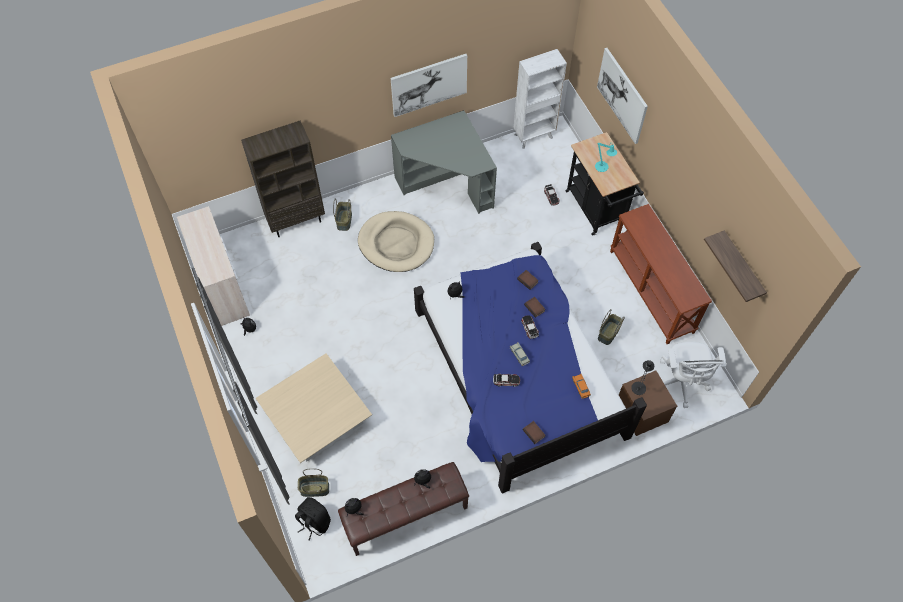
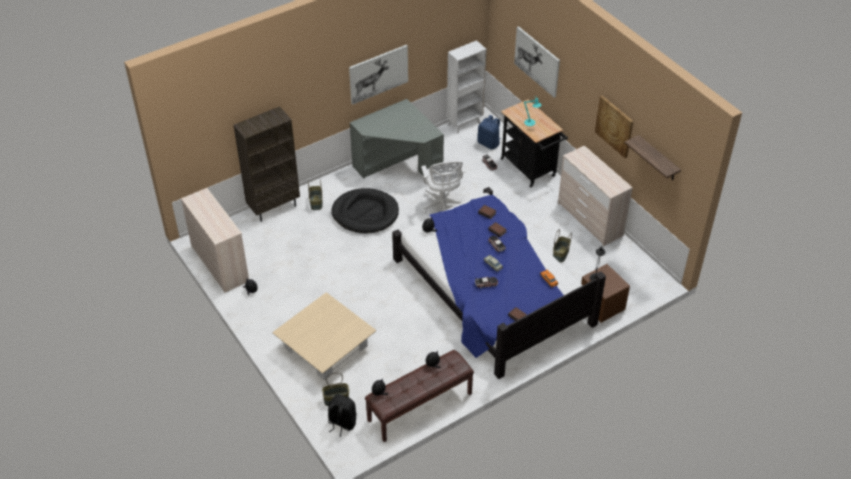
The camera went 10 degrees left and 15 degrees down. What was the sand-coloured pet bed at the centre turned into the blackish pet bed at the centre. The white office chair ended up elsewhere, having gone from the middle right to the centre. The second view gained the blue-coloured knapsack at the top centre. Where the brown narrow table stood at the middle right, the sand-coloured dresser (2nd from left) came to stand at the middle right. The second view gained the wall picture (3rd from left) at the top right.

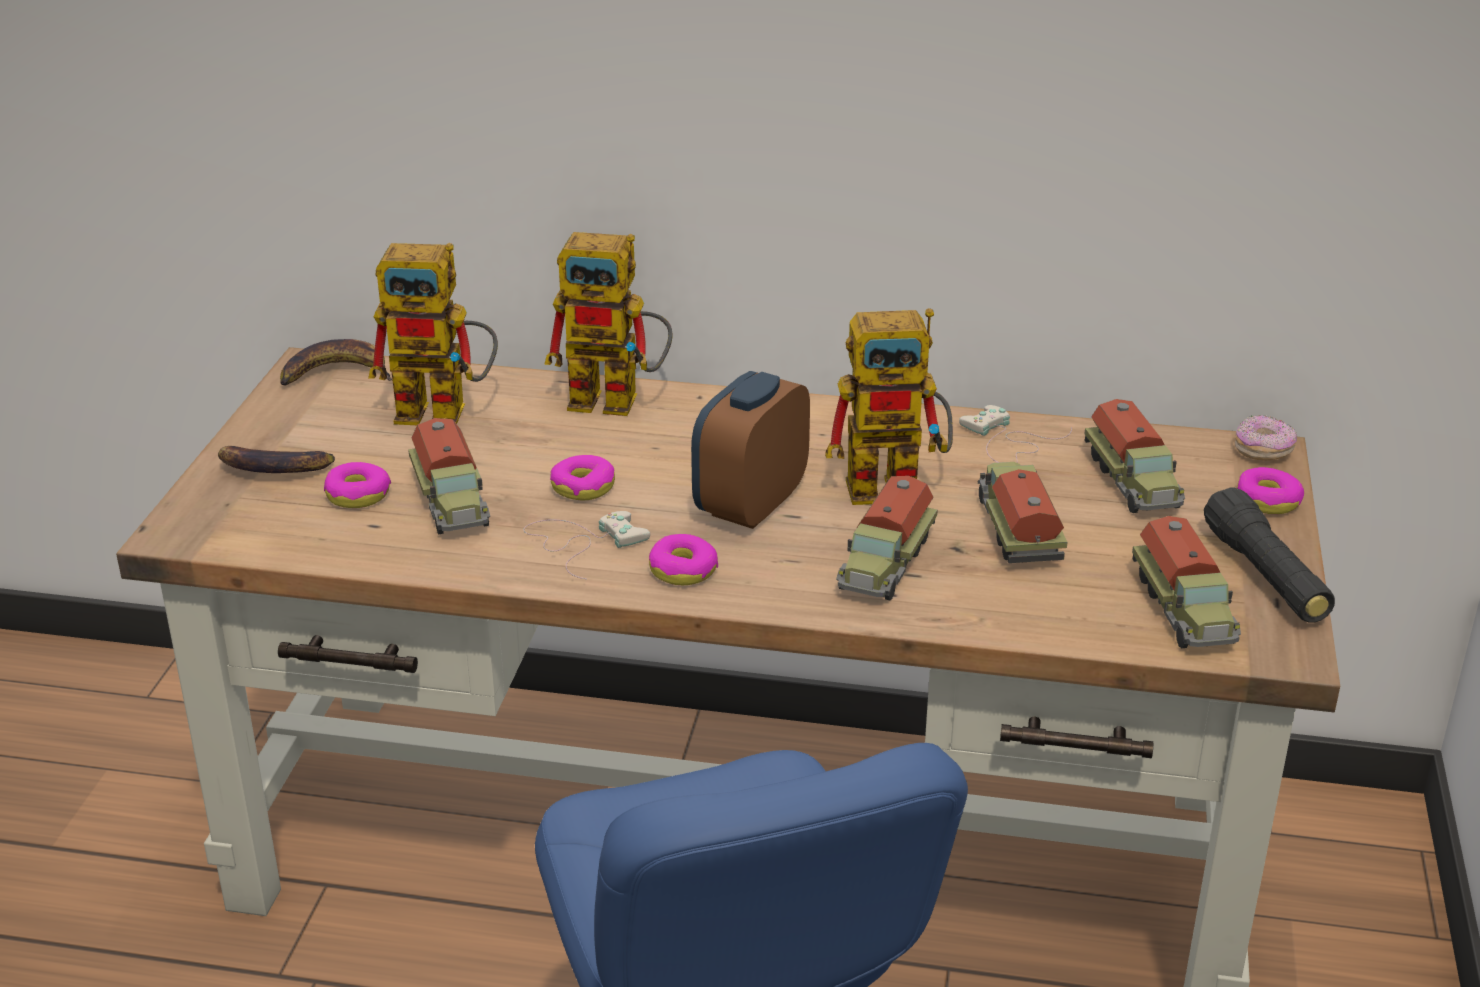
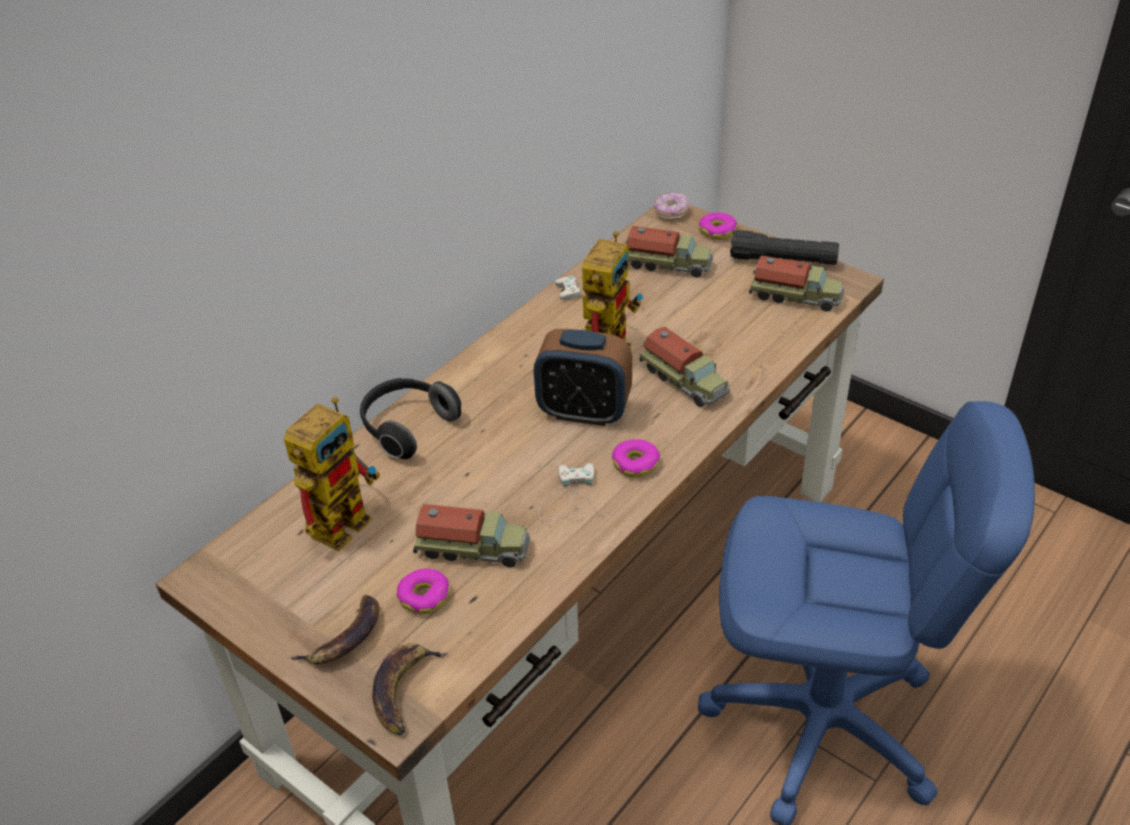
The camera went 60 degrees left and 10 degrees up. Where the toy robot (2nd from left) stood at the top centre, the headphones came to stand at the centre. The whole banana (2nd from left) ended up elsewhere, having gone from the middle left to the bottom centre. The alarm clock at the centre ended up facing another way, 45 degrees counterclockwise from before. The second view lost the ring doughnut (2nd from left) at the centre. The second view lost the toy lorry (3rd from left) at the middle right.

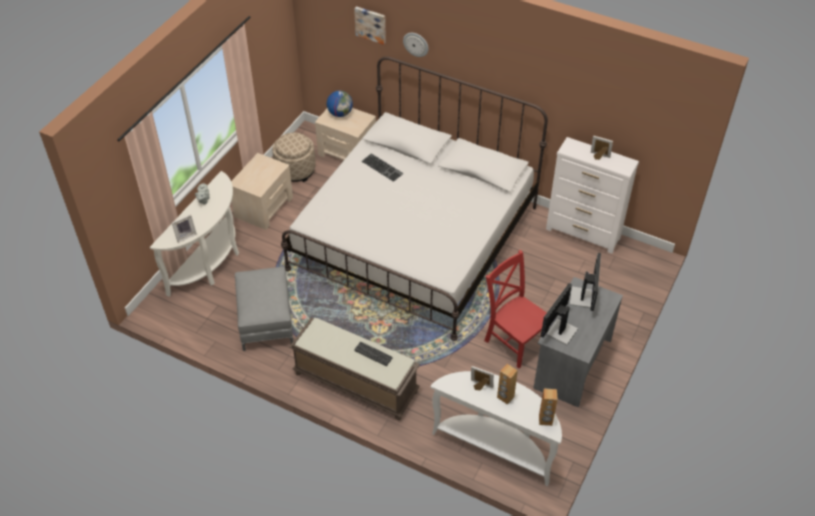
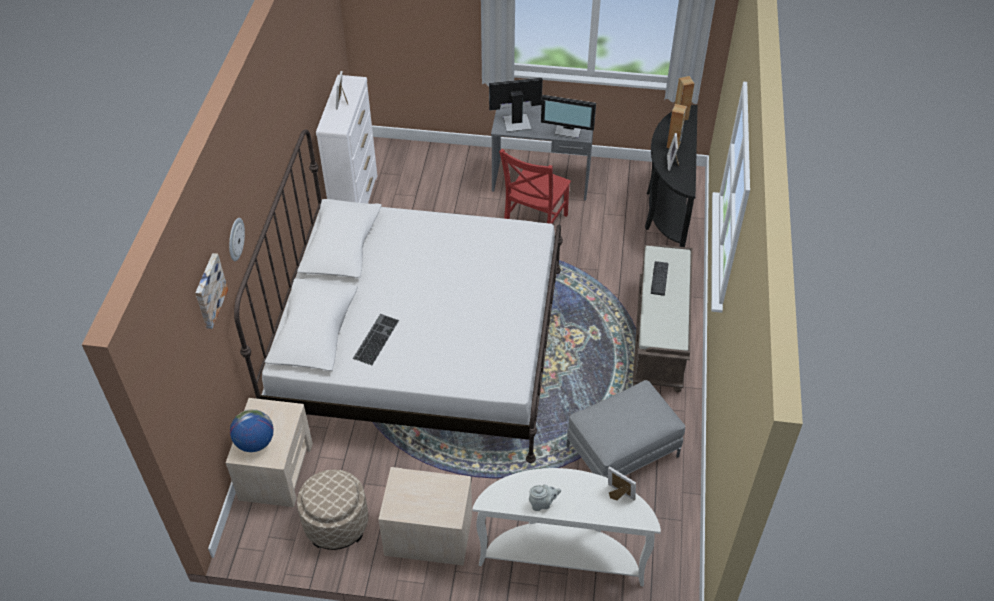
The camera went 110 degrees left and 0 degrees up. What was the white narrow table (2nd from left) at the bottom centre turned into the blackish narrow table at the top right.

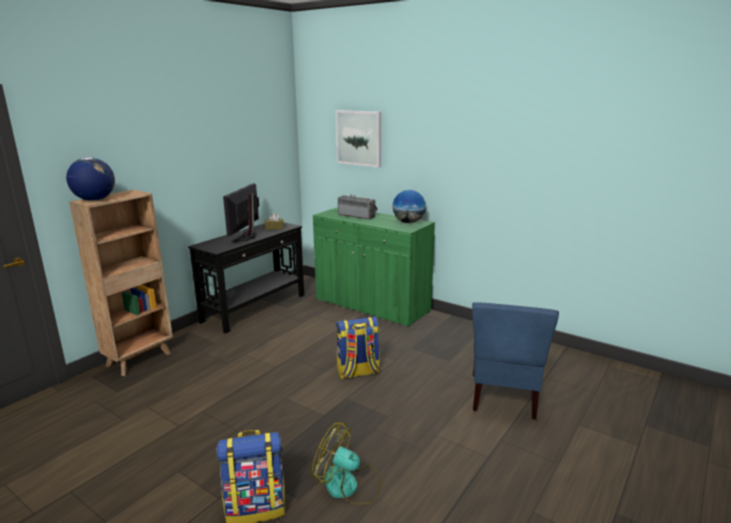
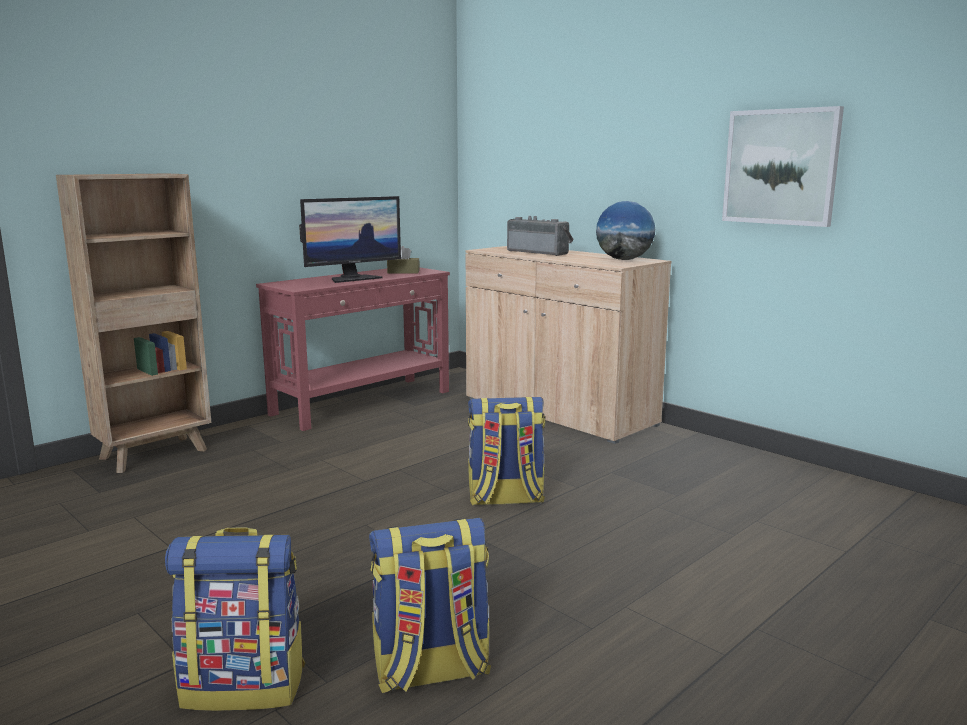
The camera went 10 degrees right and 5 degrees down. What was the blackish narrow table at the centre turned into the red-coloured narrow table at the centre. The monitor at the middle left ended up facing another way, 150 degrees counterclockwise from before. Where the cooling fan stood at the bottom centre, the knapsack (2nd from left) came to stand at the bottom centre. What was the green-coloured cabinet at the centre turned into the sand-coloured cabinet at the centre. The wall picture ended up elsewhere, having gone from the top centre to the top right. The second view lost the globe (1st from left) at the middle left. The second view lost the blue-coloured upright chair at the bottom right.

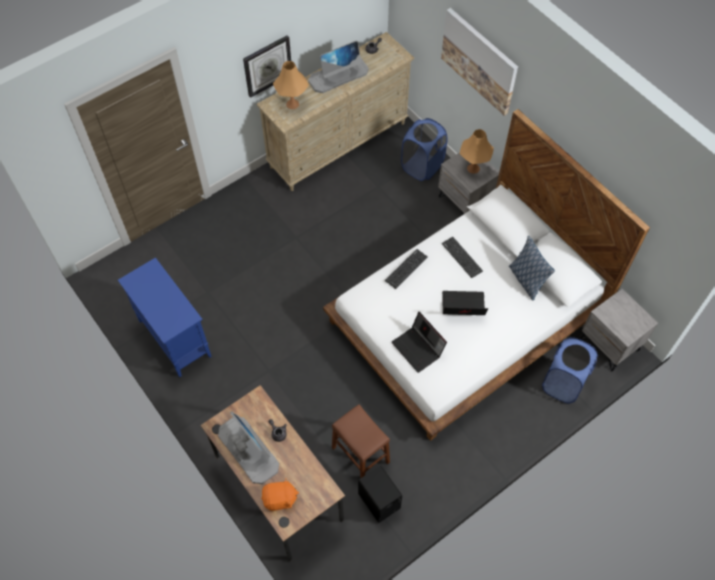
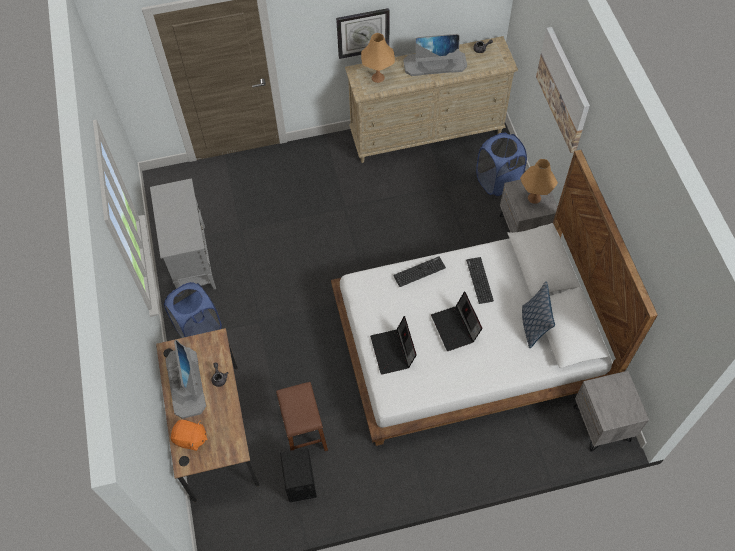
The camera went 25 degrees right and 0 degrees up. What was the blue-coloured cabinet at the middle left turned into the grey cabinet at the middle left. The blue-coloured laundry basket (2nd from left in the first image) ended up elsewhere, having gone from the middle right to the middle left. The notebook computer (2nd from left) at the centre ended up facing another way, 135 degrees counterclockwise from before.

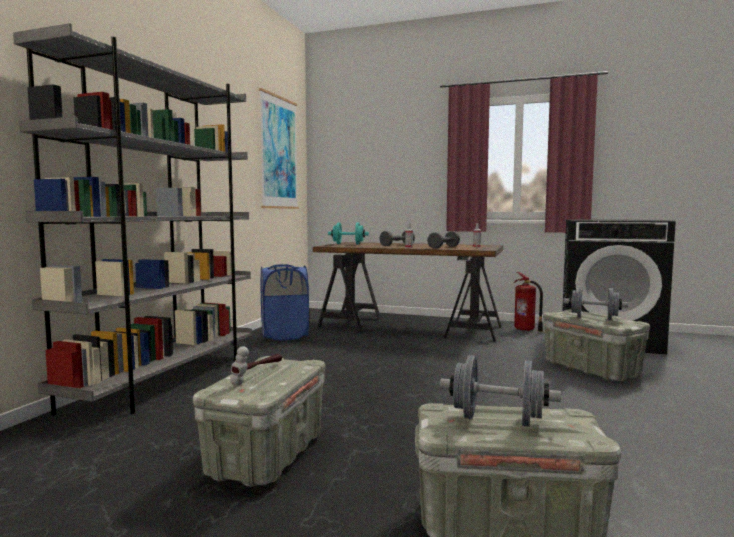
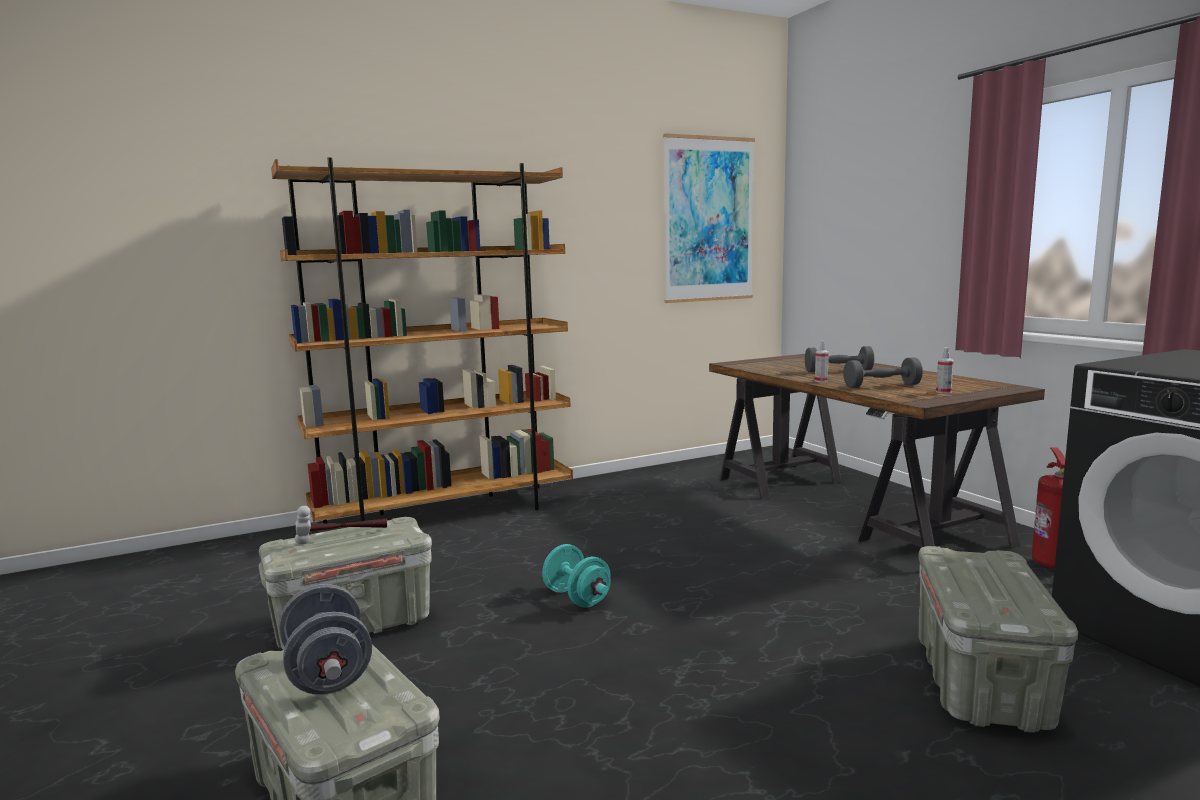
The camera went 45 degrees right and 5 degrees up. What was the grey shelving unit at the middle left turned into the brown shelving unit at the centre. The turquoise-coloured free weight ended up elsewhere, having gone from the centre to the bottom centre. The second view lost the blue-coloured laundry basket at the centre. The second view lost the grey free weight (4th from left) at the middle right.

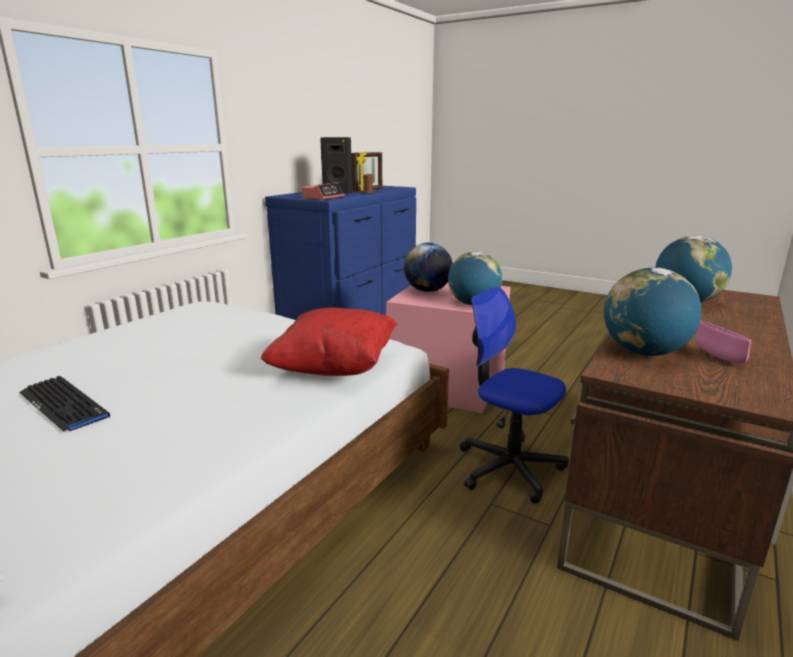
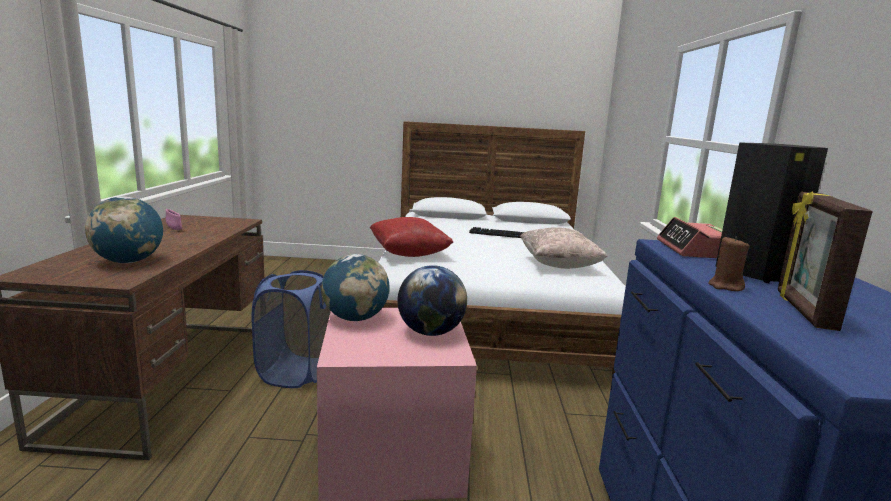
The camera went 150 degrees right and 5 degrees down. Where the office chair stood at the centre, the blue-coloured laundry basket came to stand at the middle left. The second view gained the sand-coloured cushion at the centre. The second view lost the globe (3rd from left) at the middle right.

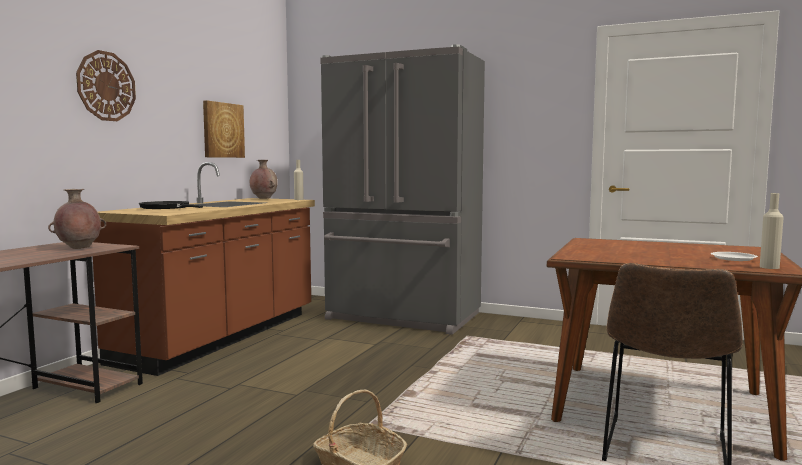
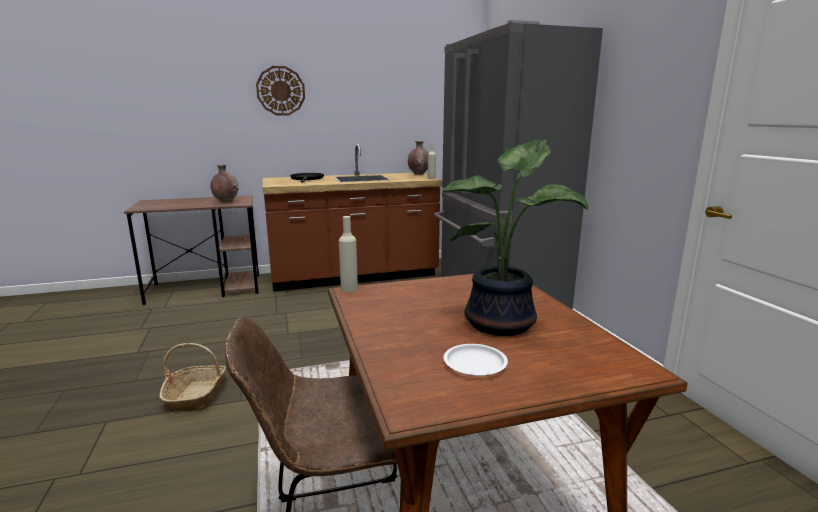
The camera went 50 degrees right and 10 degrees up. The sand-coloured drink bottle (2nd from left in the first image) ended up elsewhere, having gone from the middle right to the centre. The second view gained the plant in a pot at the centre. The second view lost the wall picture at the top left.

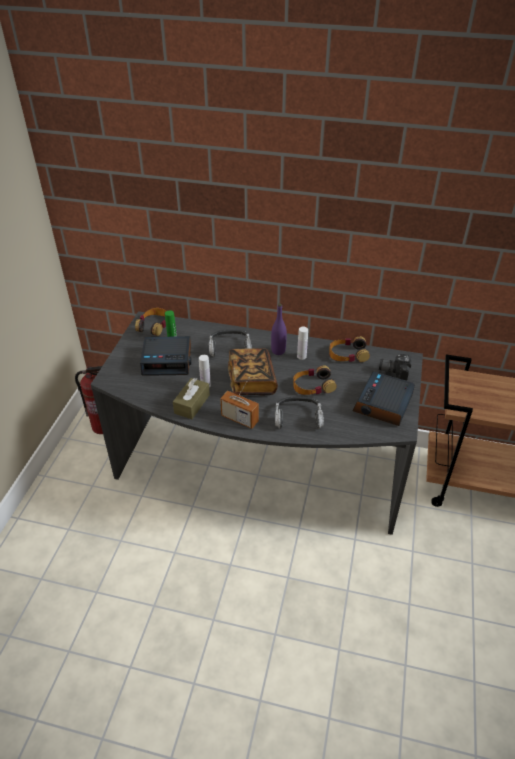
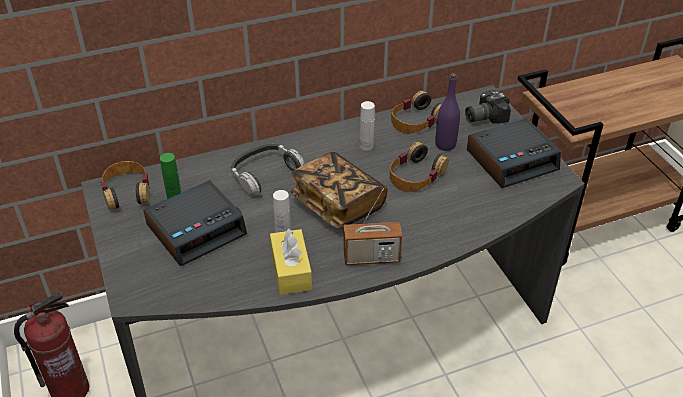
The camera went 35 degrees left and 0 degrees up. What was the brown tissue holder at the centre turned into the yellow tissue holder at the centre. The purple-coloured drink bottle ended up elsewhere, having gone from the centre to the top centre. The alarm clock (2nd from left) at the middle right ended up facing another way, 105 degrees counterclockwise from before. The second view lost the headphones (3rd from left) at the centre.

